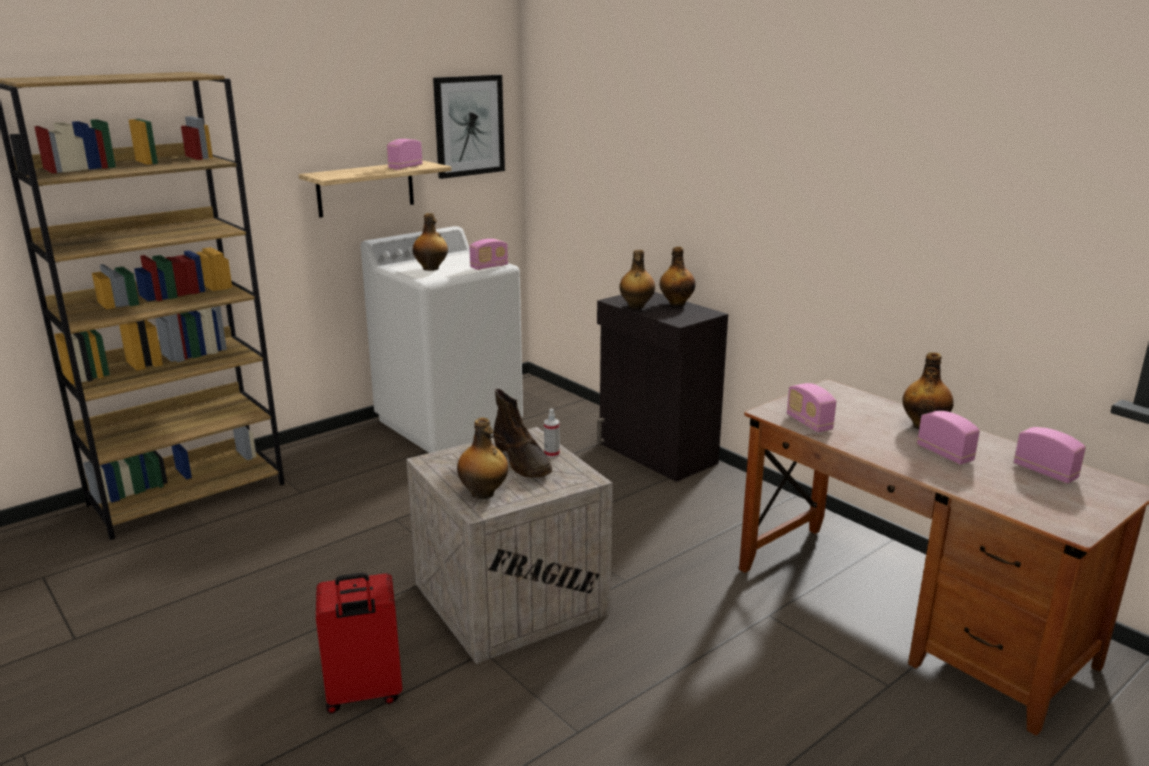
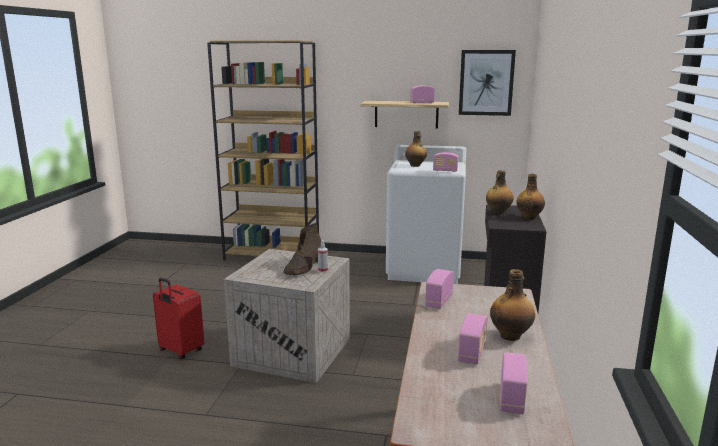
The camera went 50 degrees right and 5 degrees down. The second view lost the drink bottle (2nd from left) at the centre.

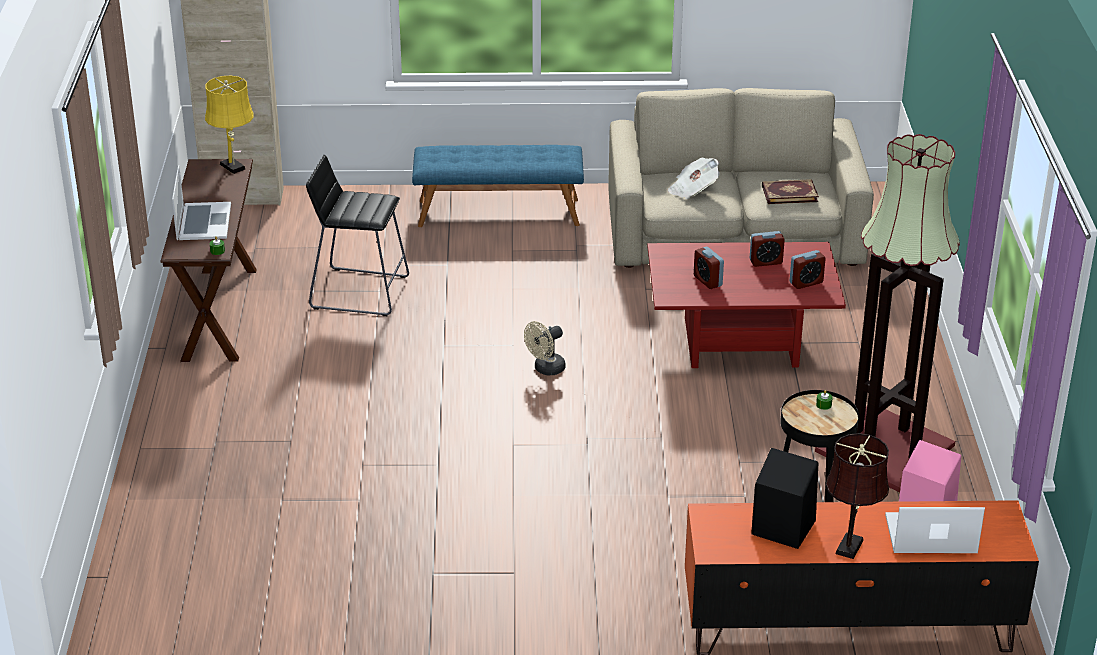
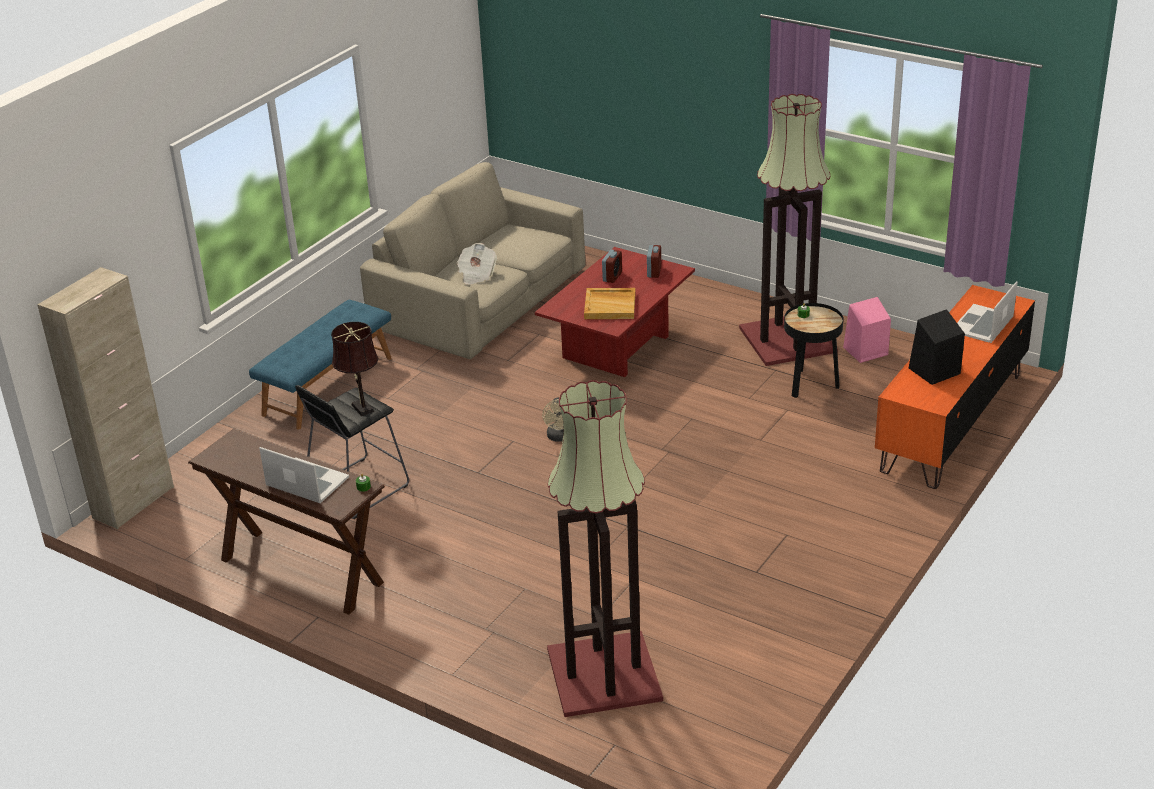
The camera went 55 degrees left and 0 degrees up. The brown lamp for a table ended up elsewhere, having gone from the bottom right to the middle left. The second view gained the floor lamp (1st from left) at the bottom centre. Where the alarm clock (1st from left) stood at the centre, the sand-coloured carrying tray came to stand at the centre. The second view lost the yellow lamp for a table at the top left. The second view lost the volume at the top right.

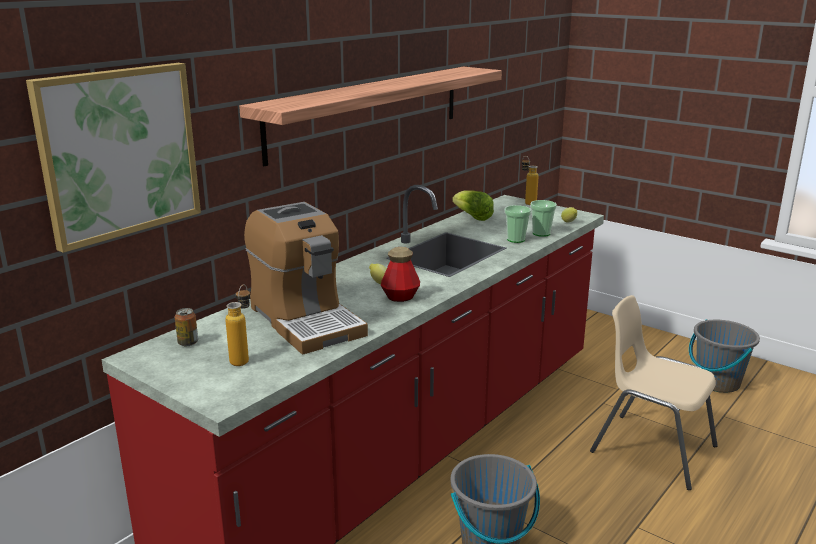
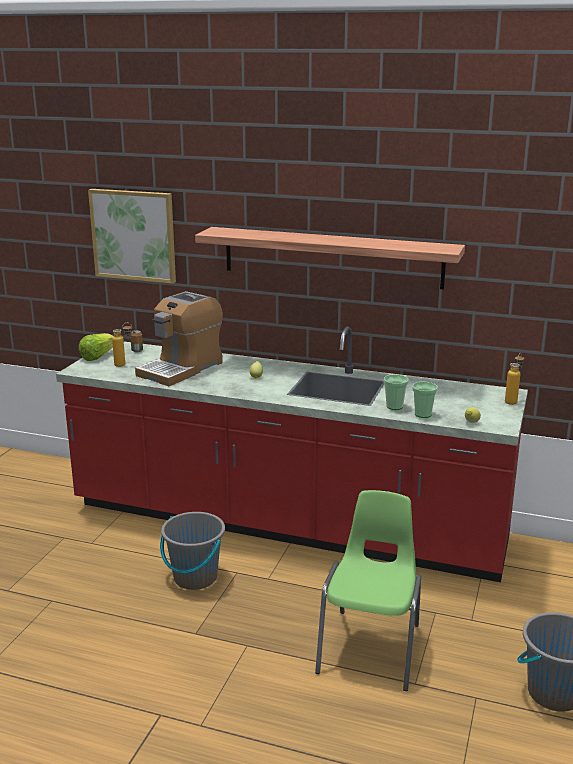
The camera went 70 degrees right and 0 degrees up. The head of lettuce ended up elsewhere, having gone from the centre to the middle left. What was the sand-coloured upright chair at the bottom right turned into the green-coloured upright chair at the bottom centre. The second view lost the drink bottle (2nd from left) at the centre.

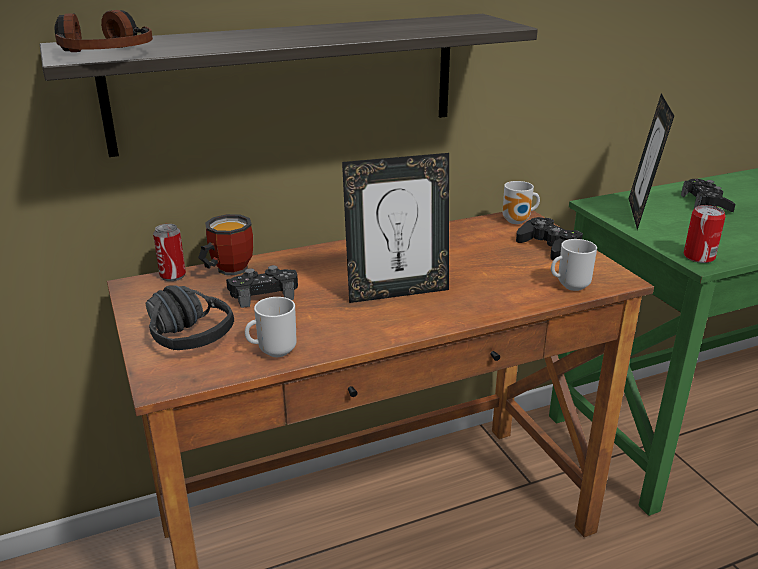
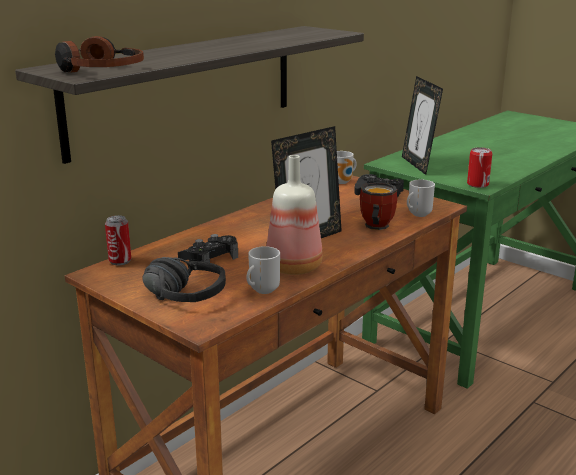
The camera went 25 degrees left and 5 degrees down. The second view gained the drink bottle at the centre. The tea mug (1st from left in the first image) ended up elsewhere, having gone from the middle left to the centre. The second view lost the blackish game controller (3rd from left) at the middle right.

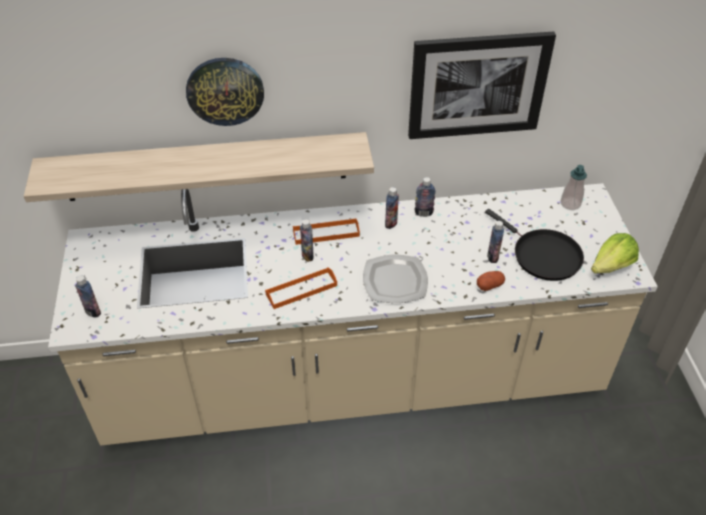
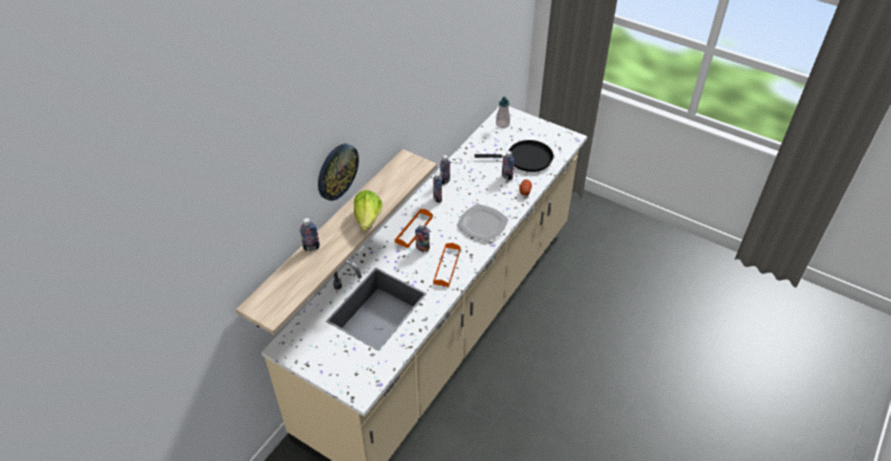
The camera went 50 degrees left and 0 degrees up. The drink bottle (1st from left) ended up elsewhere, having gone from the middle left to the centre. The head of lettuce ended up elsewhere, having gone from the middle right to the centre. The second view lost the wall picture at the top right.

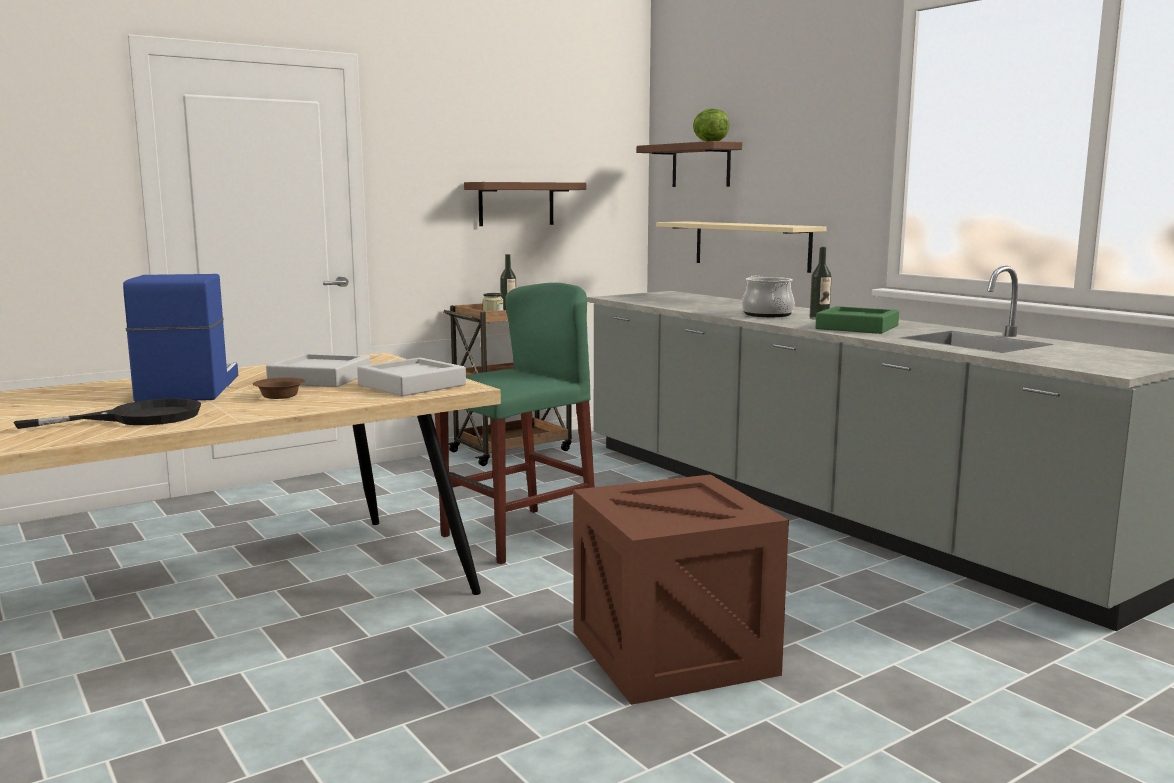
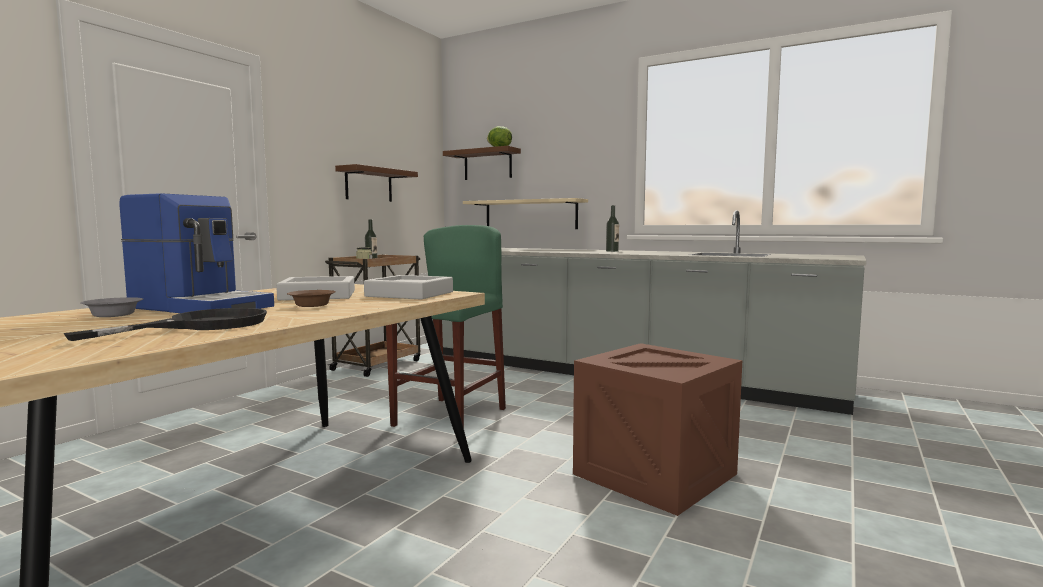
The camera went 25 degrees left and 5 degrees down. The second view gained the grey deep dish at the middle left. The coffee machine at the middle left ended up facing another way, 150 degrees clockwise from before. The second view lost the cooking pot at the centre. The second view lost the green-coloured carrying tray at the middle right.

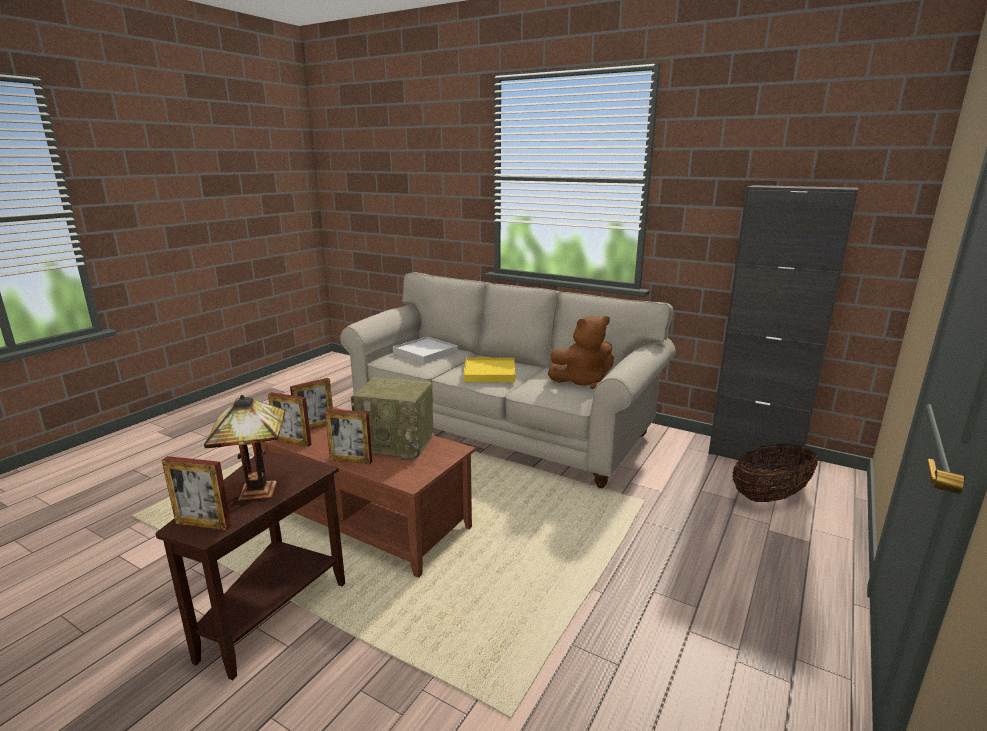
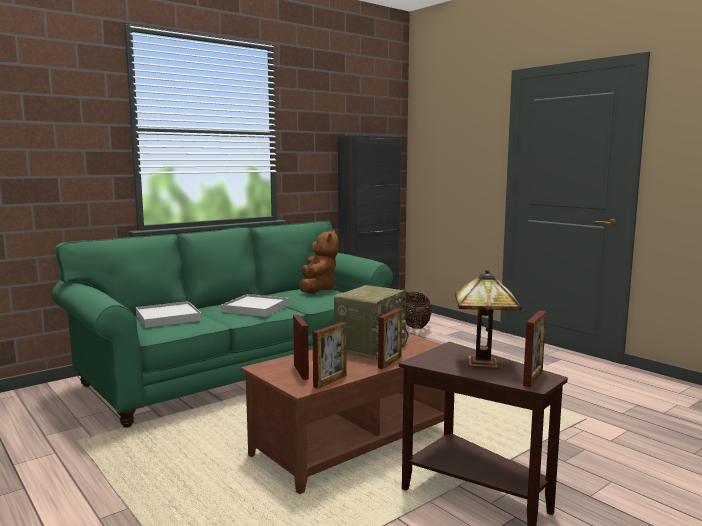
The camera went 70 degrees left and 10 degrees down. What was the sand-coloured sofa at the centre turned into the green-coloured sofa at the middle left. What was the yellow carrying tray at the centre turned into the white carrying tray (2nd from left) at the centre.

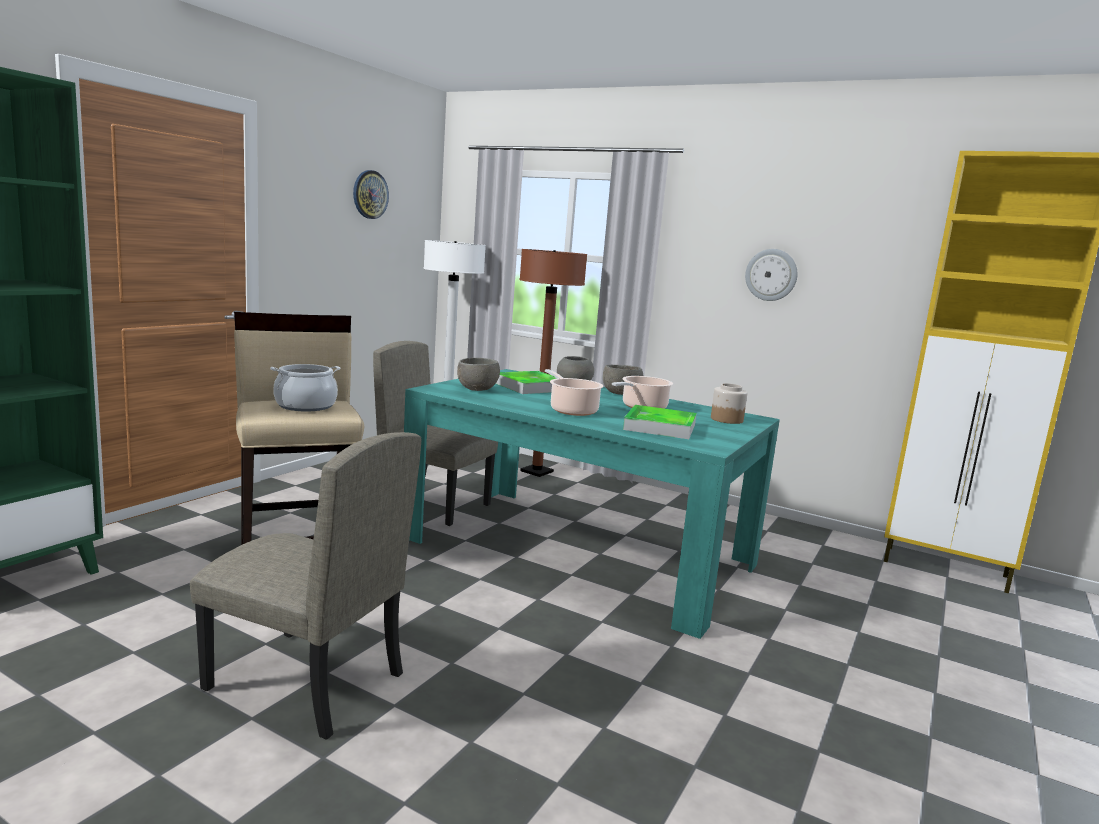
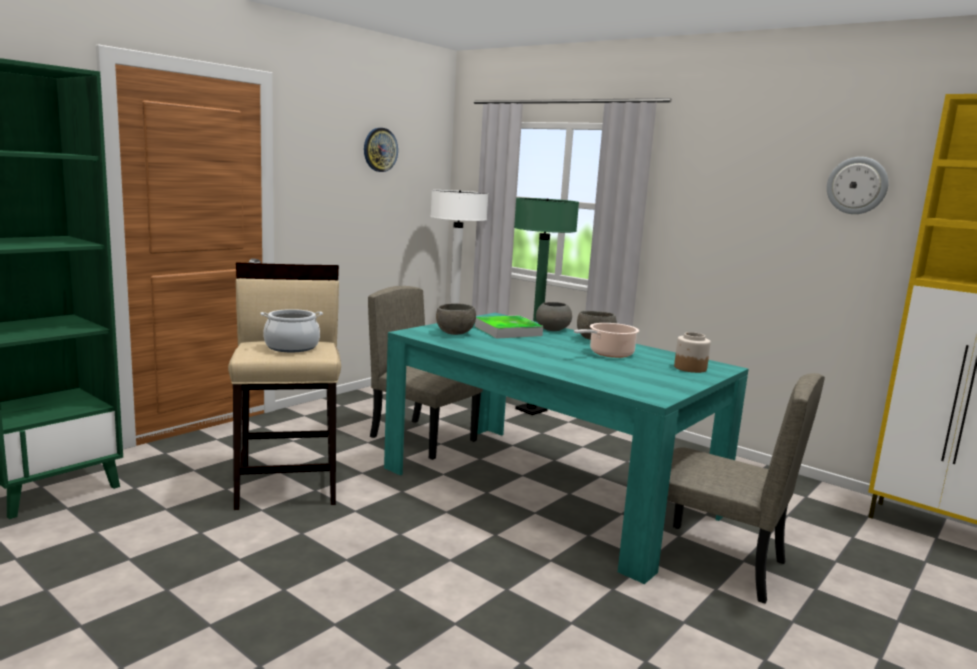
The camera went 10 degrees right and 0 degrees up. What was the brown floor lamp at the centre turned into the green-coloured floor lamp at the centre. The sand-coloured upright chair (1st from left in the first image) ended up elsewhere, having gone from the bottom left to the bottom right. The wall clock (2nd from left) ended up elsewhere, having gone from the middle right to the top right. The second view lost the cooking pot (2nd from left) at the centre. The second view lost the carrying tray (2nd from left) at the centre.

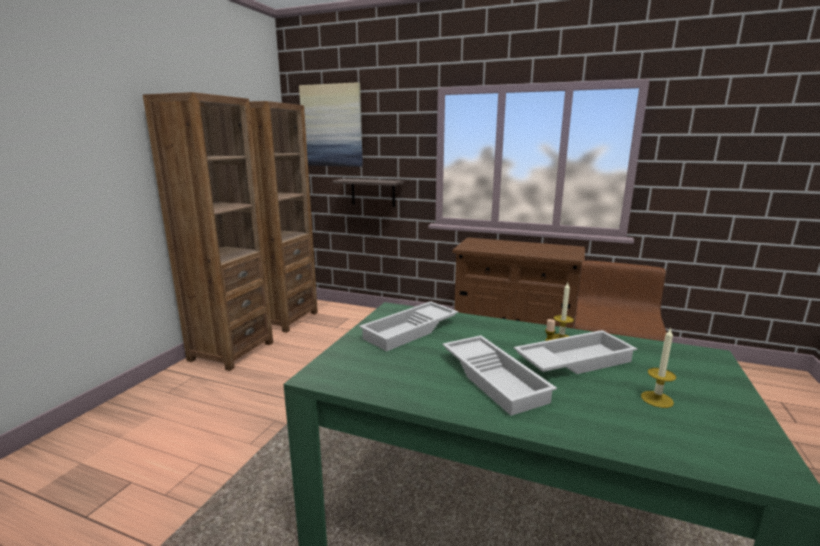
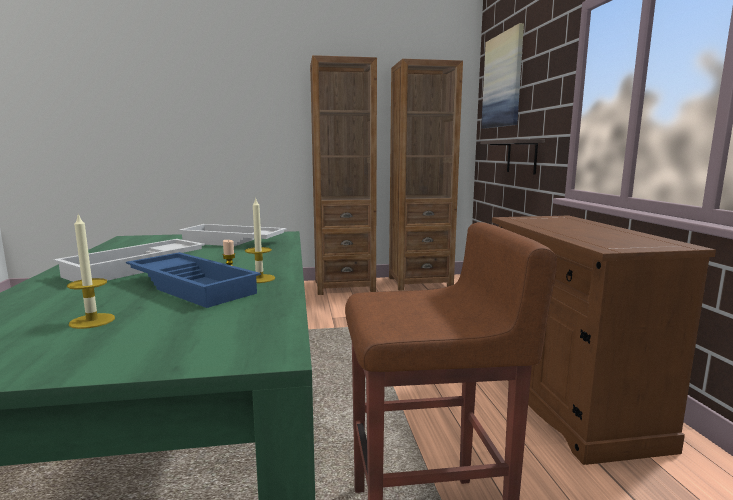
The camera went 60 degrees right and 5 degrees down. What was the white carrying tray (3rd from left) at the middle right turned into the blue-coloured carrying tray at the middle left.

